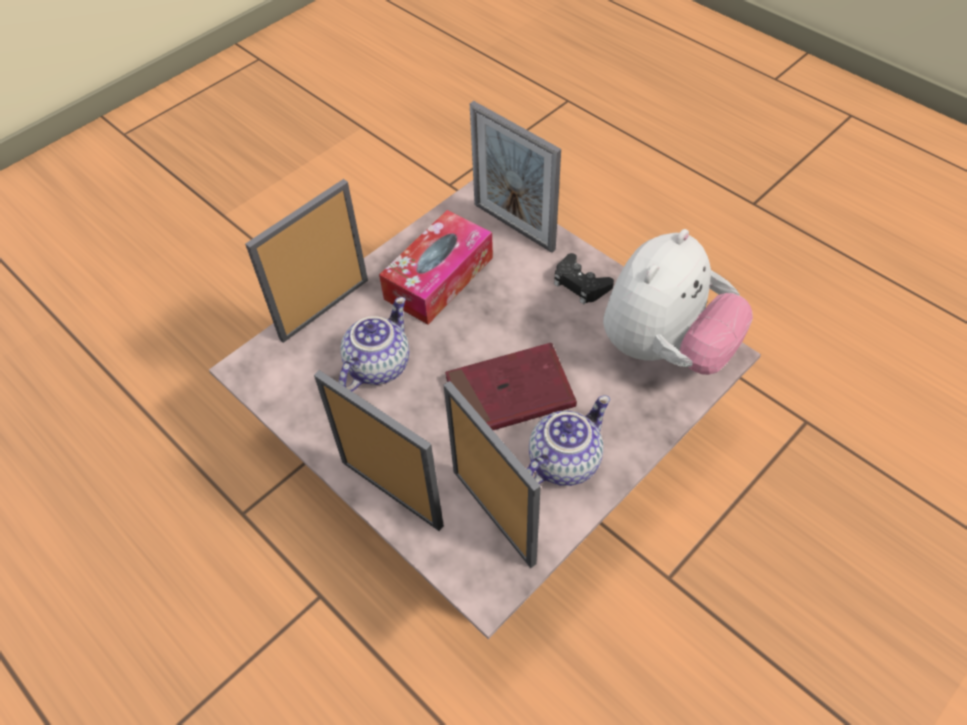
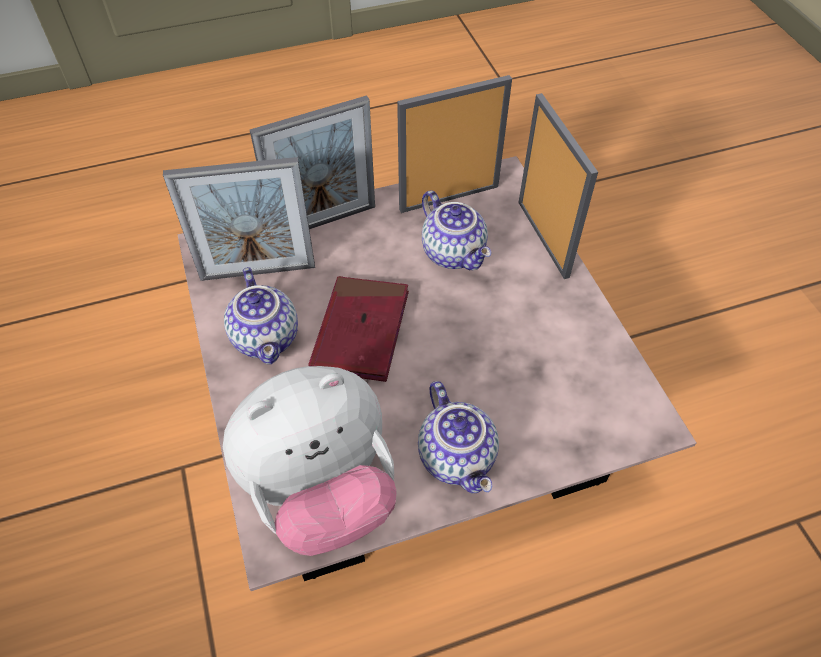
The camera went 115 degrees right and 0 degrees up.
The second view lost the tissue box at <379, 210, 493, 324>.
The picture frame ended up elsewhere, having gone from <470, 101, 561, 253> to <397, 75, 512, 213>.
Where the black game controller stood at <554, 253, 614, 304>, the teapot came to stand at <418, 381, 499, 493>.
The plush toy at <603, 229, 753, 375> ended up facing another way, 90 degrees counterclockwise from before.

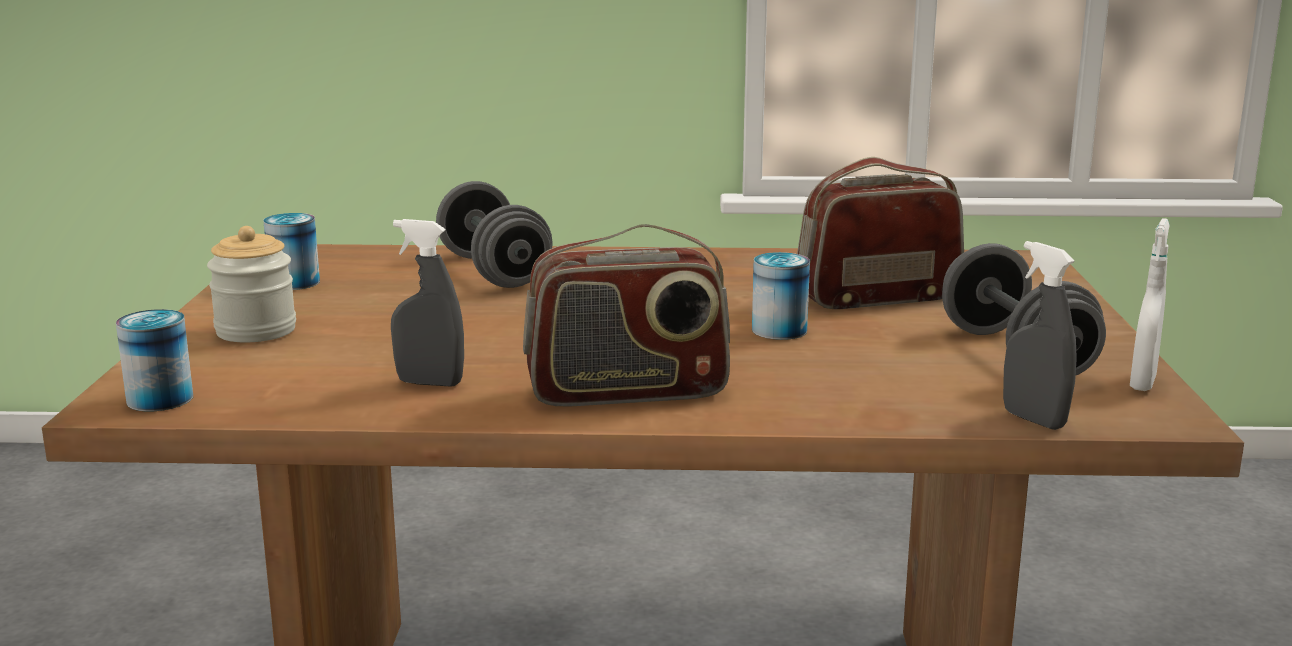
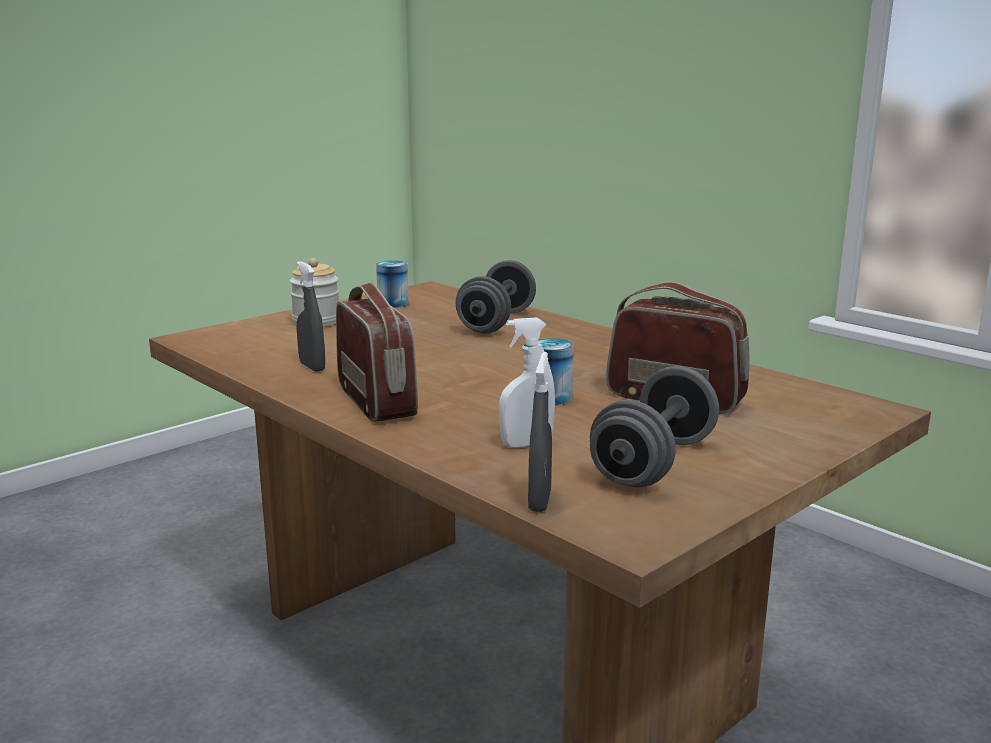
The camera went 45 degrees right and 0 degrees up.
The second view lost the can at <116, 309, 193, 411>.
The white spray bottle ended up elsewhere, having gone from <1130, 218, 1170, 391> to <499, 317, 555, 448>.
The radio at <523, 224, 730, 407> ended up facing another way, 150 degrees counterclockwise from before.

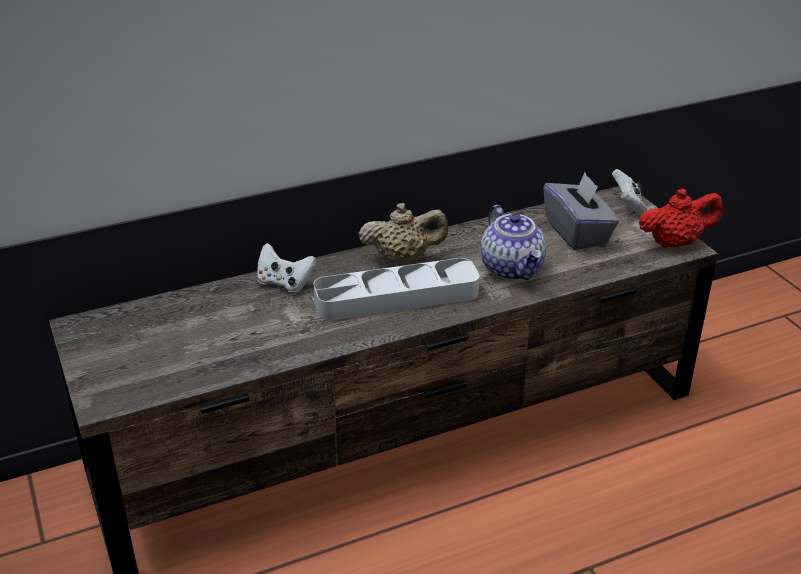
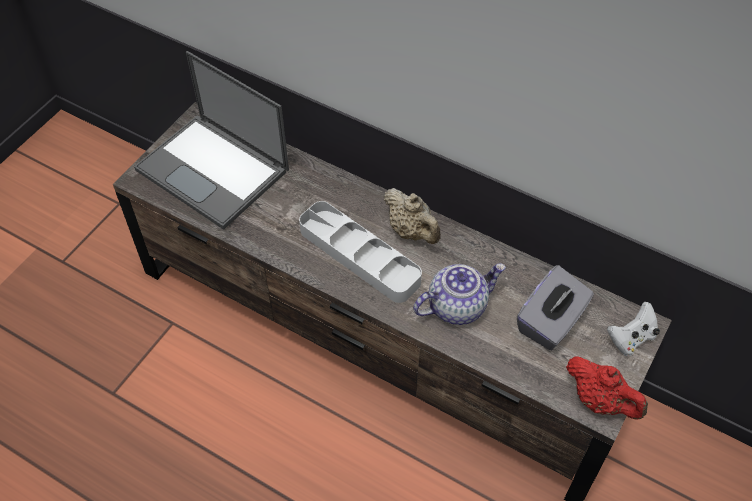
The camera went 55 degrees right and 20 degrees up.
The second view lost the white game controller at <257, 243, 316, 293>.
The second view gained the laptop at <134, 51, 289, 230>.
The teapot at <481, 205, 546, 280> ended up facing another way, 150 degrees counterclockwise from before.

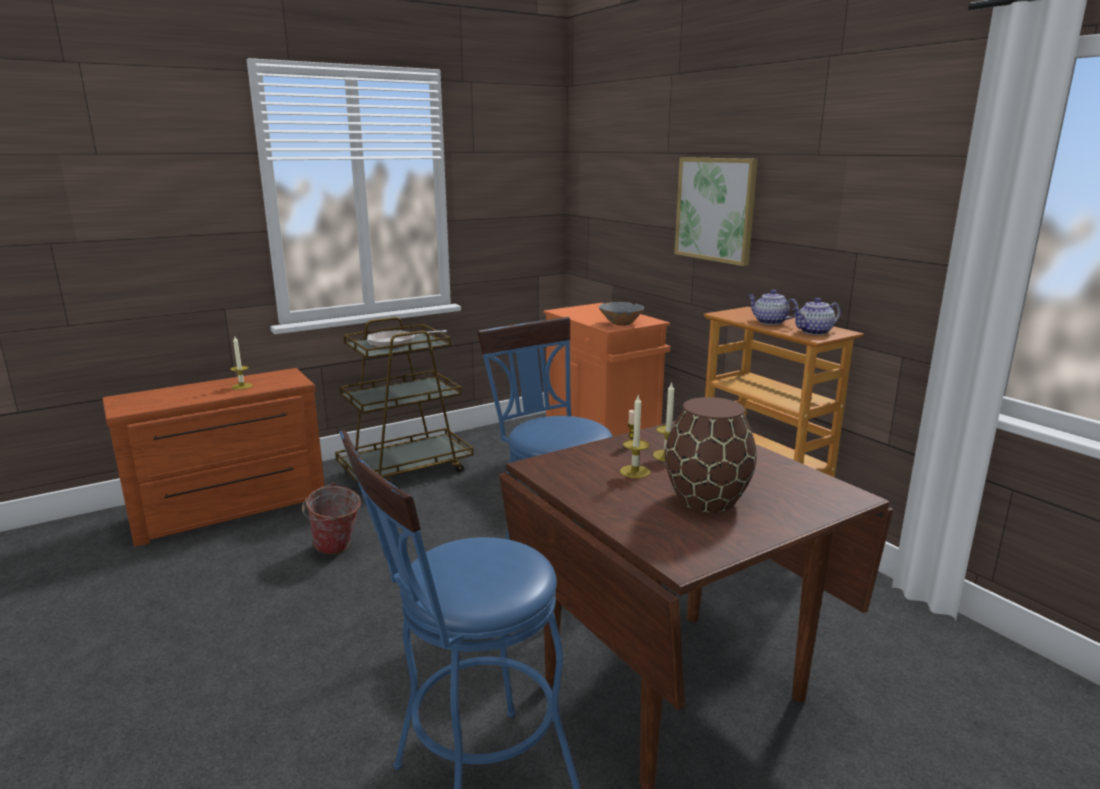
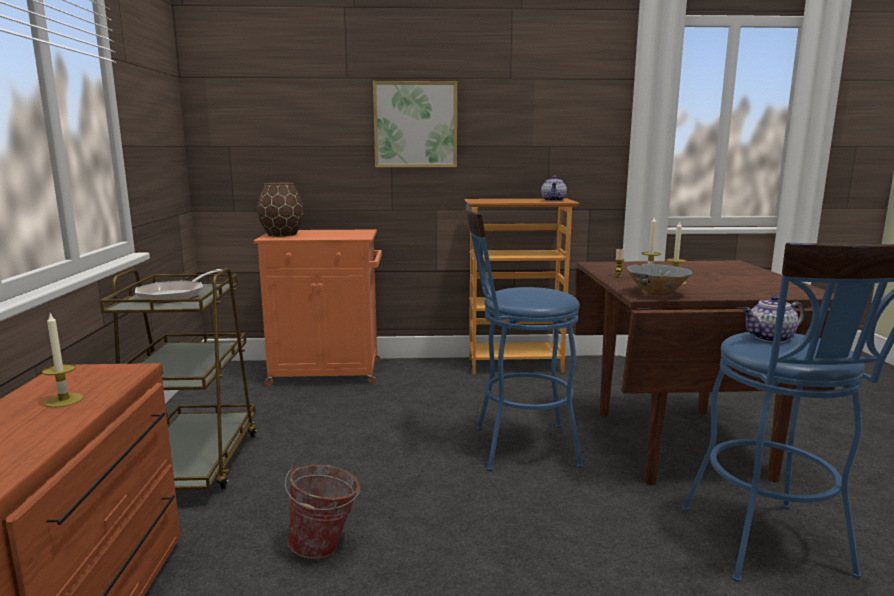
The camera went 60 degrees left and 5 degrees down.
The grey bowl ended up elsewhere, having gone from <599, 302, 644, 326> to <627, 264, 692, 296>.
The brown vase ended up elsewhere, having gone from <665, 397, 757, 513> to <257, 183, 304, 237>.
The teapot ended up elsewhere, having gone from <748, 290, 799, 325> to <742, 295, 805, 343>.

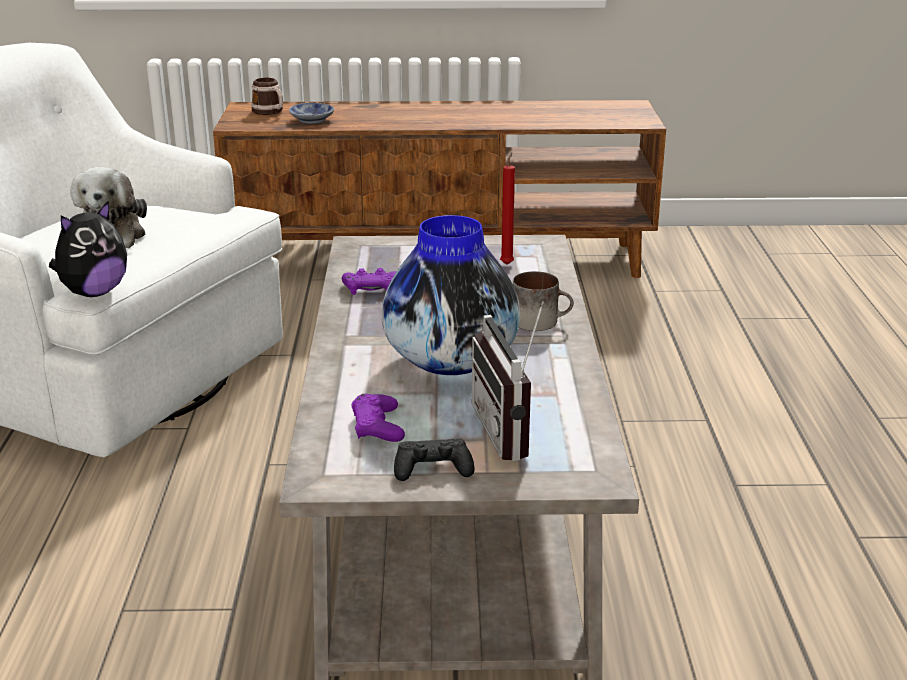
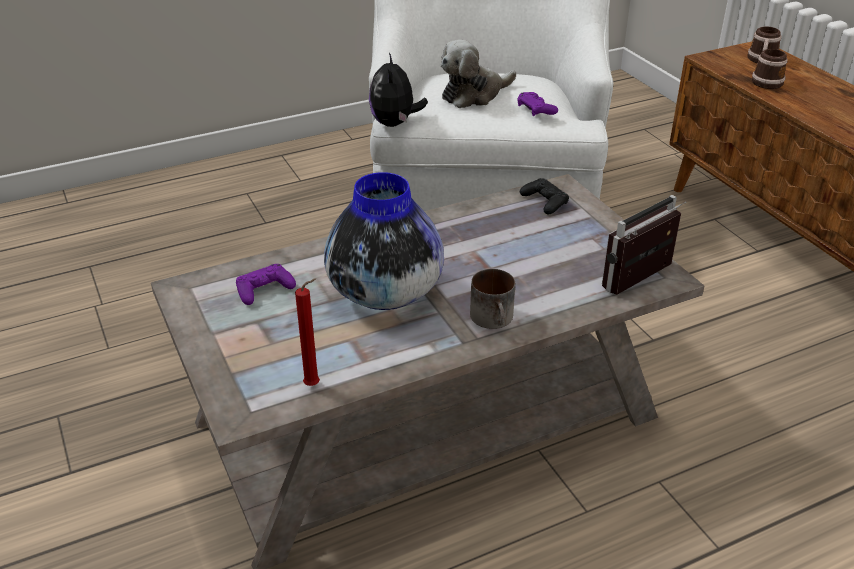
The camera went 65 degrees right and 10 degrees up.
The purple game controller ended up elsewhere, having gone from <342, 268, 396, 295> to <517, 92, 558, 116>.
The black game controller ended up elsewhere, having gone from <394, 438, 475, 481> to <520, 178, 569, 215>.
The radio ended up elsewhere, having gone from <472, 301, 544, 461> to <602, 195, 687, 295>.
The red candle ended up elsewhere, having gone from <500, 152, 515, 265> to <295, 278, 320, 386>.
Where the bowl stood at <289, 103, 334, 124>, the mug came to stand at <752, 49, 788, 89>.
The plush toy at <49, 200, 127, 297> ended up facing another way, 75 degrees clockwise from before.

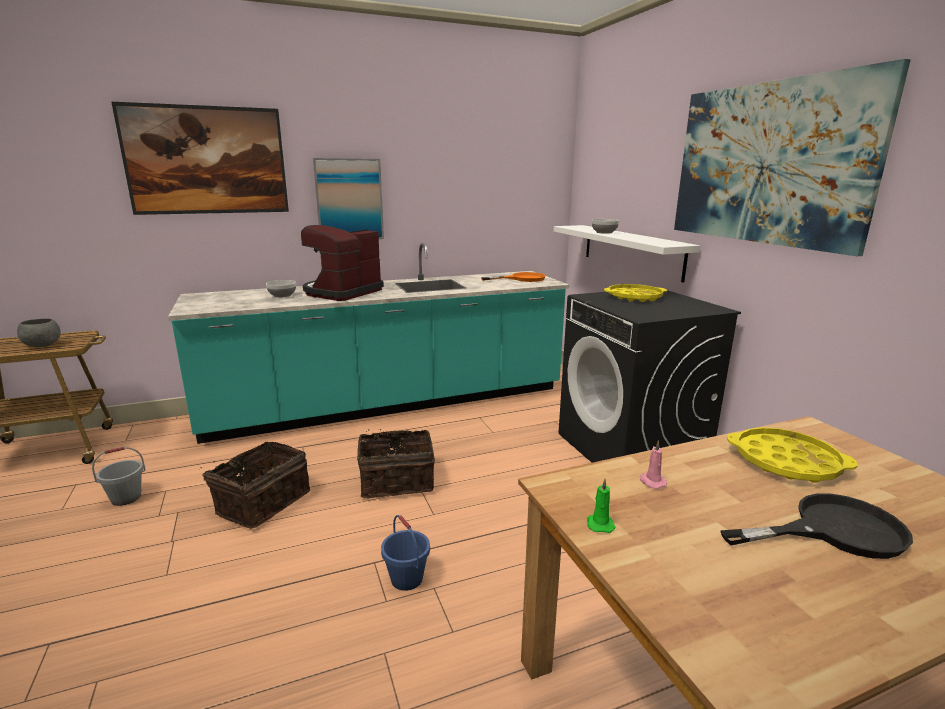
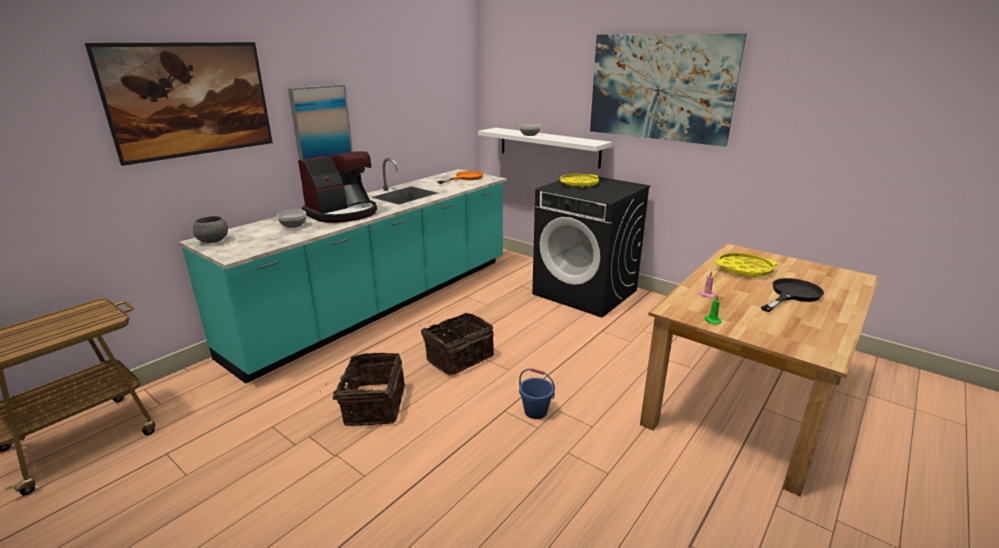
The camera went 30 degrees left and 5 degrees up.
The second view lost the grey bucket at <92, 447, 146, 506>.
The grey bowl ended up elsewhere, having gone from <17, 318, 61, 347> to <193, 216, 228, 243>.
The coffee machine at <301, 225, 384, 301> ended up facing another way, 135 degrees counterclockwise from before.

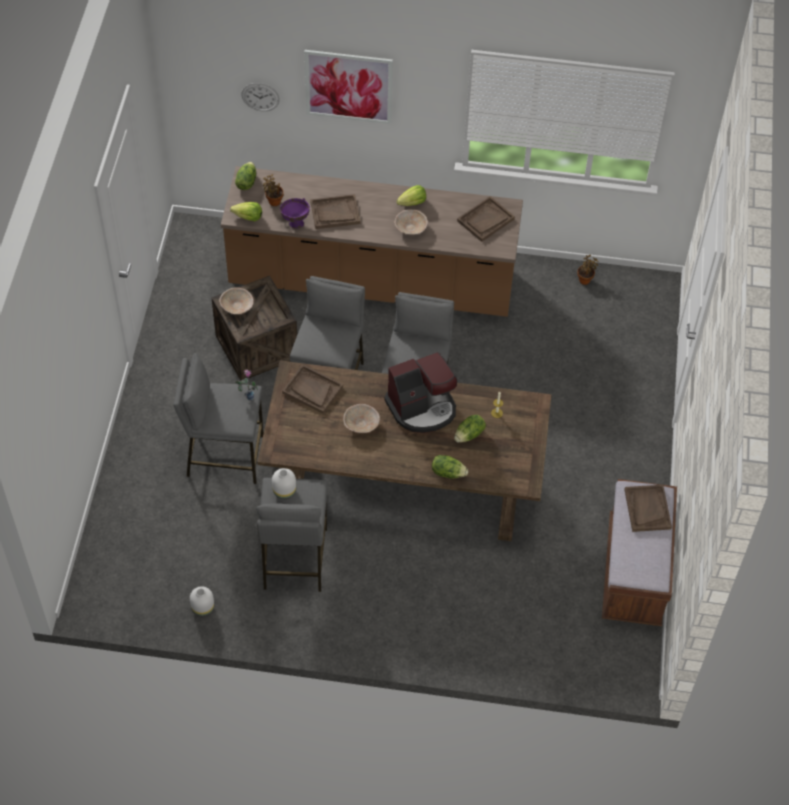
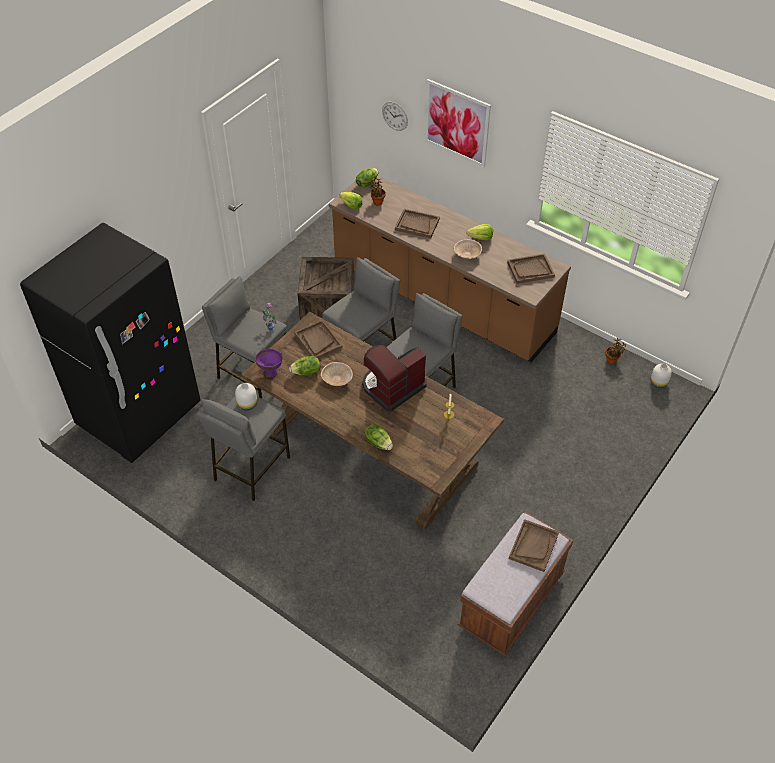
The camera went 30 degrees right and 5 degrees down.
The second view lost the beige bowl at <219, 287, 254, 314>.
The second view gained the black fridge at <20, 223, 201, 463>.
The white vase ended up elsewhere, having gone from <190, 586, 214, 616> to <651, 364, 672, 388>.
The purple bowl ended up elsewhere, having gone from <280, 198, 310, 229> to <255, 349, 283, 377>.
The lettuce ended up elsewhere, having gone from <454, 415, 486, 443> to <289, 356, 321, 375>.
The coffee machine at <384, 352, 457, 433> ended up facing another way, 135 degrees clockwise from before.

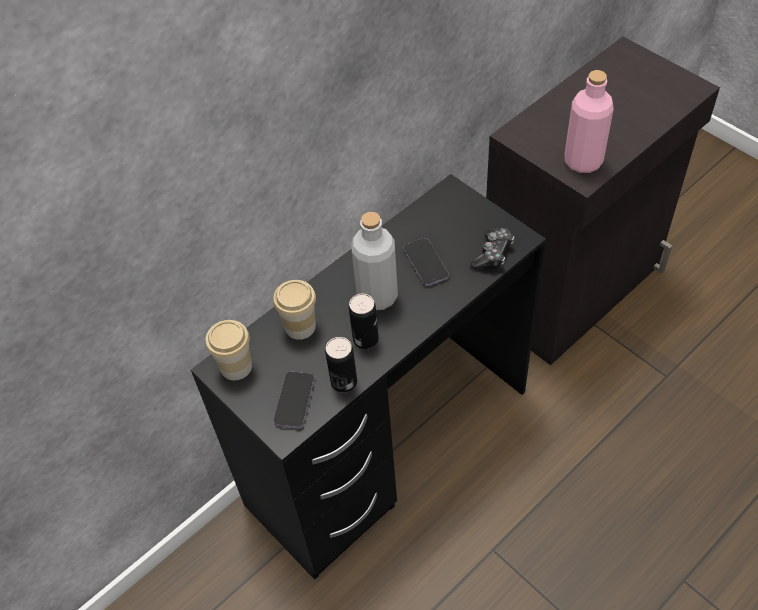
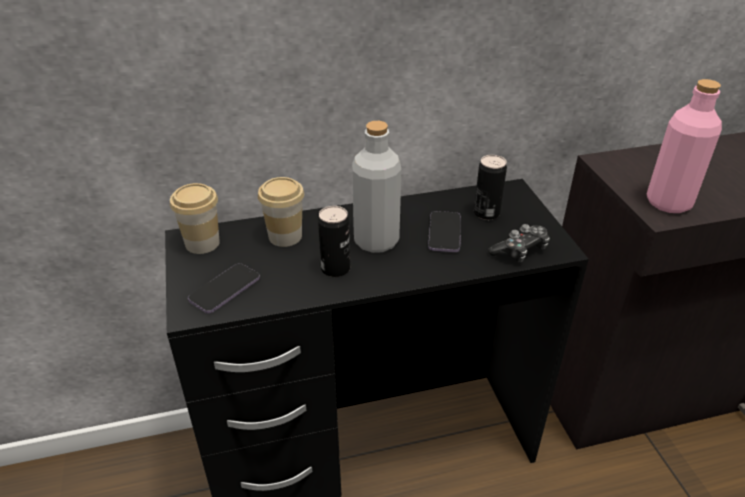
The camera went 25 degrees right and 15 degrees down.
The can ended up elsewhere, having gone from <325, 337, 357, 393> to <474, 155, 507, 220>.

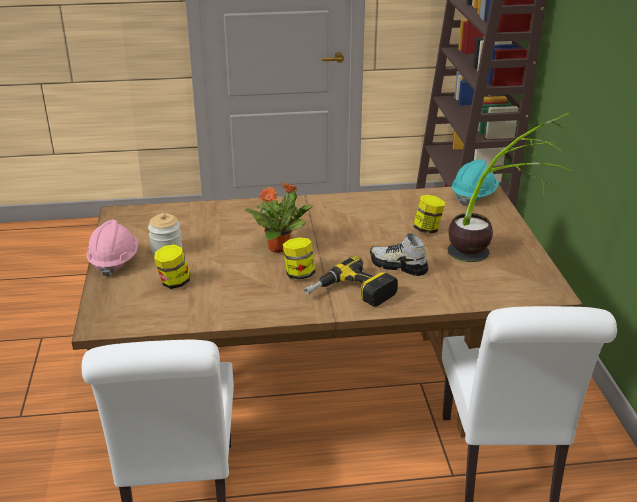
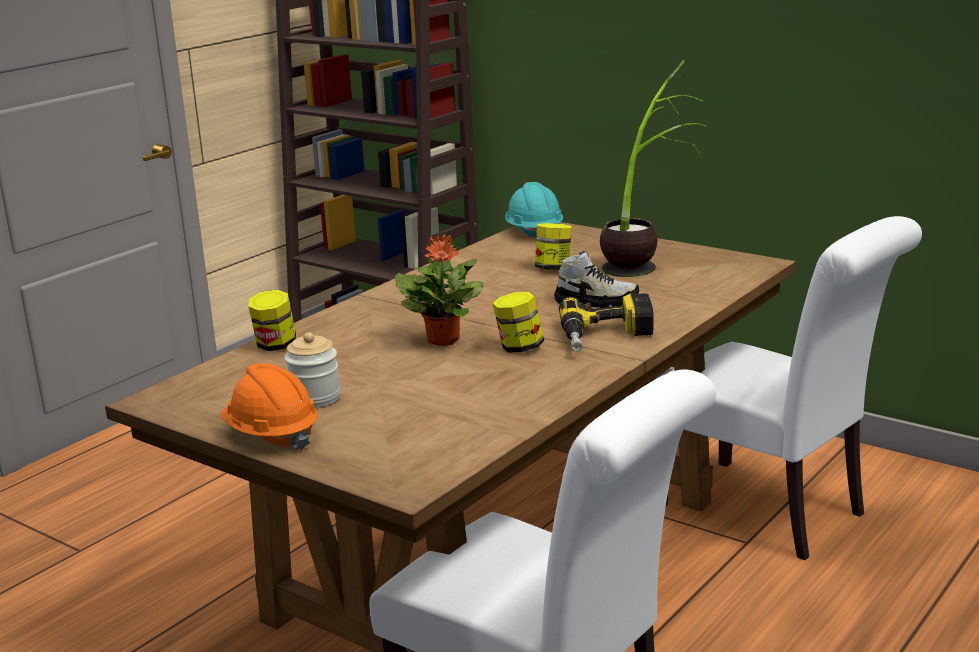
The camera went 45 degrees left and 10 degrees down.
The jar ended up elsewhere, having gone from <154, 244, 190, 289> to <248, 290, 296, 351>.
What was the pink hard hat at <87, 219, 138, 277> turned into the orange hard hat at <220, 363, 317, 450>.
The shoe at <370, 233, 428, 276> ended up facing another way, 150 degrees counterclockwise from before.

